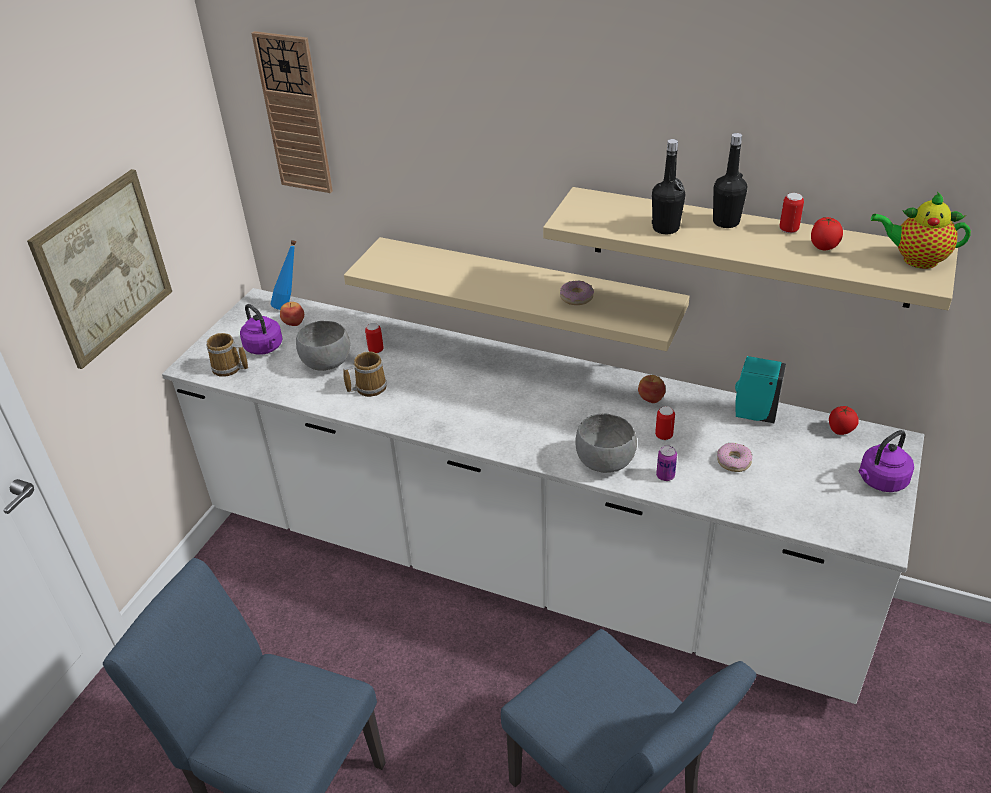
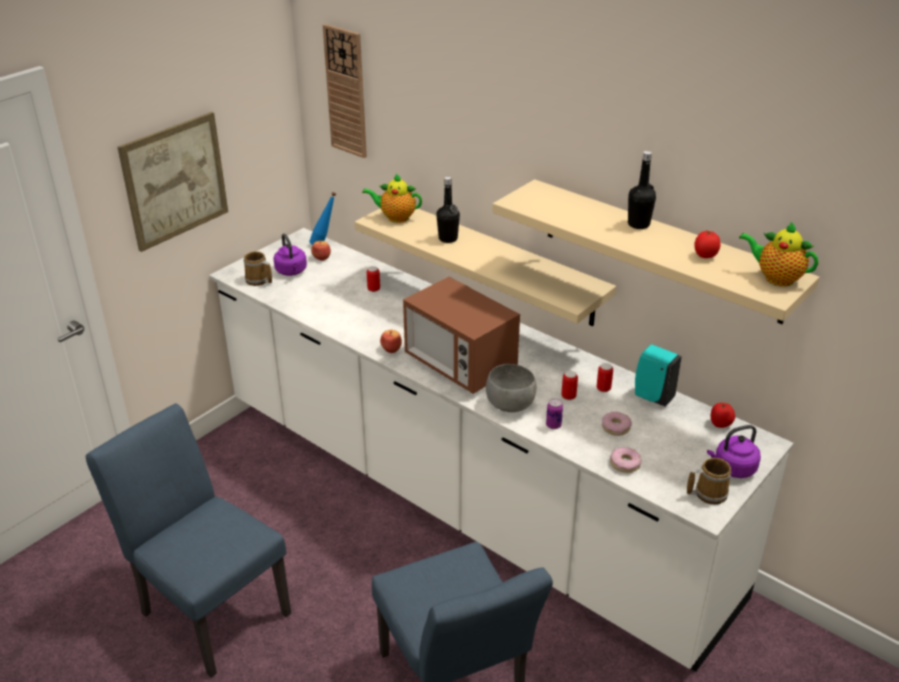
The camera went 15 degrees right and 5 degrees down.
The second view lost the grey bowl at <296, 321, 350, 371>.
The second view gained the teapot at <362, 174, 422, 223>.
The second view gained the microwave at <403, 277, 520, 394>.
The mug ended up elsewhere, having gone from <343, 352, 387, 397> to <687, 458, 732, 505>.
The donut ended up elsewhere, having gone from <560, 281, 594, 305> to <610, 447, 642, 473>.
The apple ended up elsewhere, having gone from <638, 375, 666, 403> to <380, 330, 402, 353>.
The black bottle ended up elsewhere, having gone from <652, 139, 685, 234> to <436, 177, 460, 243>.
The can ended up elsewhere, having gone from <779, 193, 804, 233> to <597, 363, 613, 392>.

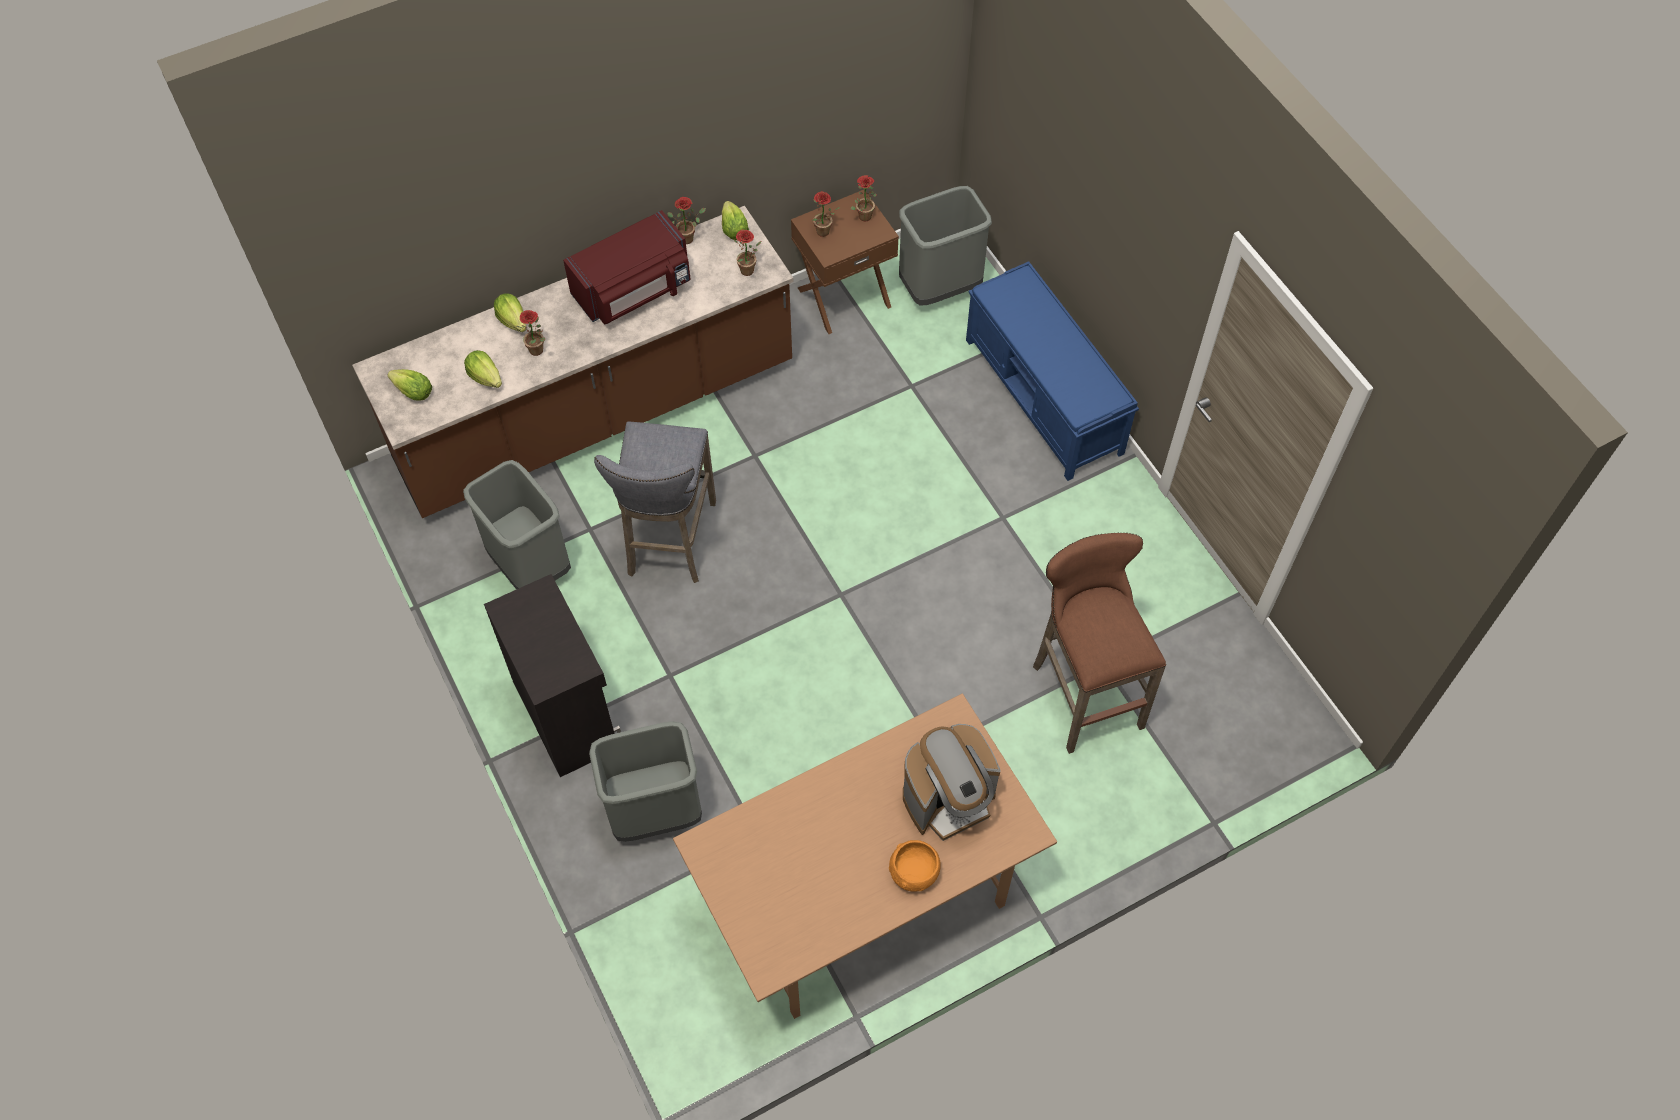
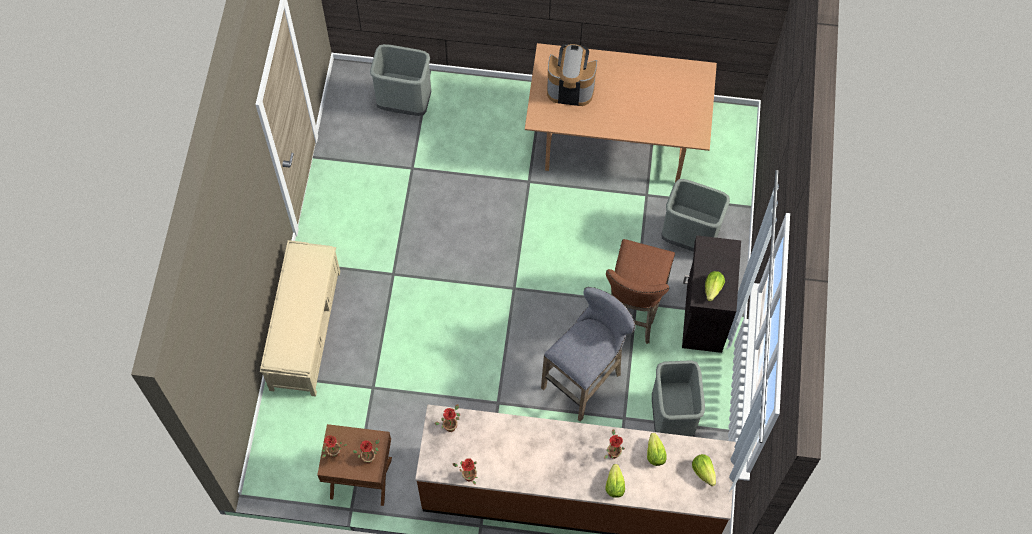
The camera went 145 degrees left and 5 degrees up.
The second view lost the red microwave at <563, 210, 691, 325>.
The second view lost the orange bowl at <889, 840, 941, 892>.
The lettuce ended up elsewhere, having gone from <722, 201, 749, 240> to <705, 271, 725, 301>.
The grey trash can ended up elsewhere, having gone from <899, 186, 992, 305> to <370, 44, 431, 116>.
The brown stool ended up elsewhere, having gone from <1033, 533, 1166, 754> to <606, 239, 675, 344>.
What was the blue bench at <966, 261, 1139, 481> turned into the beige bench at <260, 240, 340, 397>.

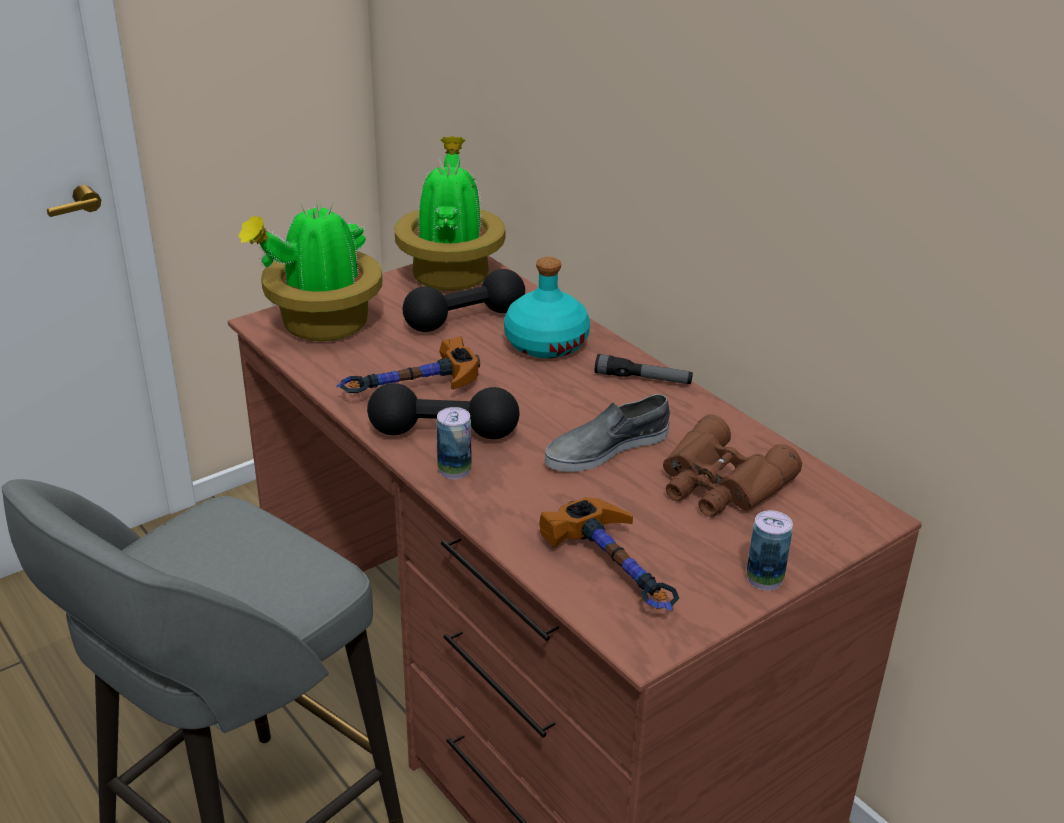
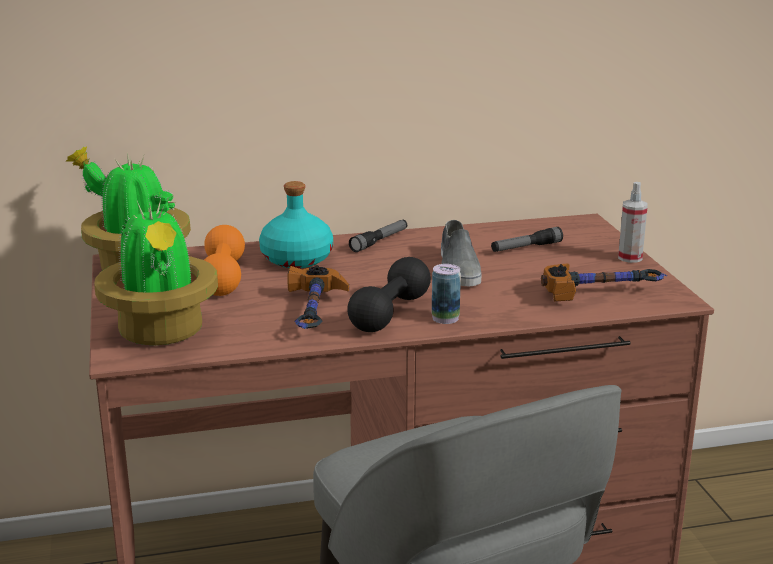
The camera went 65 degrees left and 10 degrees down.
Where the brown binoculars stood at <663, 414, 802, 517>, the flashlight came to stand at <491, 227, 563, 252>.
Where the can stood at <747, 510, 793, 590>, the spray bottle came to stand at <618, 182, 648, 263>.
What was the black dumbbell at <403, 269, 525, 332> turned into the orange dumbbell at <204, 225, 245, 296>.

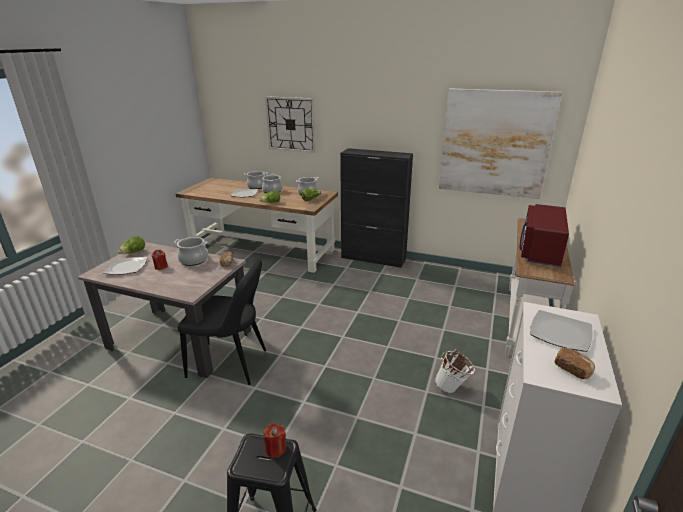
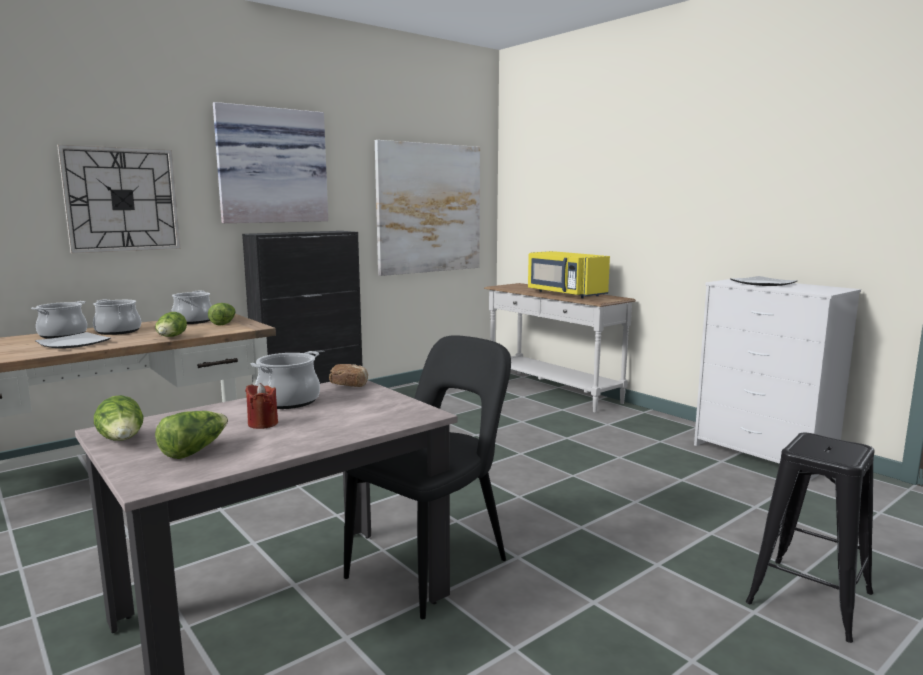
The camera went 60 degrees left and 15 degrees down.
The second view lost the red candle at <264, 423, 286, 458>.
The second view lost the white bucket at <434, 349, 475, 394>.
The second view lost the bread at <554, 348, 595, 379>.
The second view gained the picture at <213, 102, 328, 223>.
Where the plate stood at <104, 257, 147, 275>, the lettuce came to stand at <155, 411, 228, 459>.
What was the red microwave at <520, 204, 569, 267> turned into the yellow microwave at <528, 251, 610, 298>.

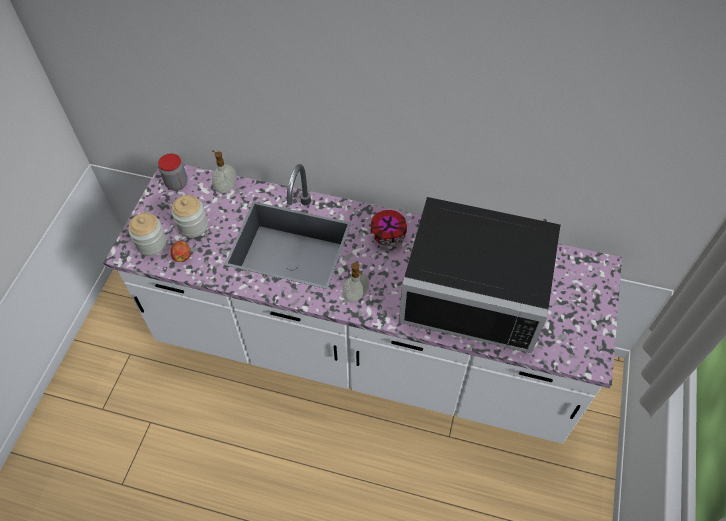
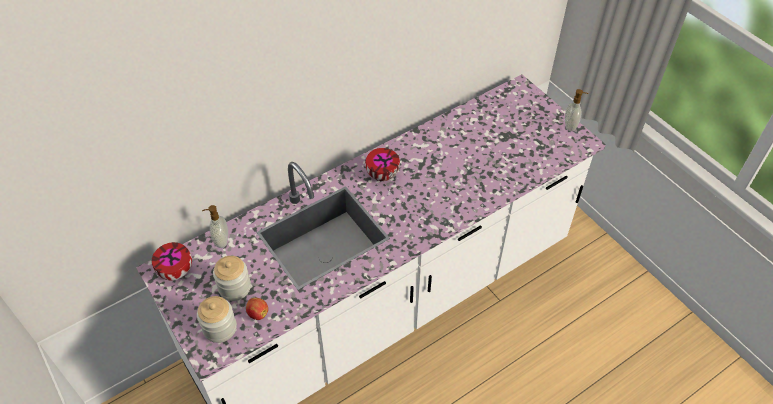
The camera went 50 degrees left and 5 degrees down.
The second view lost the black microwave at <399, 197, 561, 353>.
The soap dispenser ended up elsewhere, having gone from <342, 262, 369, 303> to <565, 89, 588, 131>.
Where the jar stood at <158, 153, 188, 191>, the bowl came to stand at <152, 242, 192, 281>.

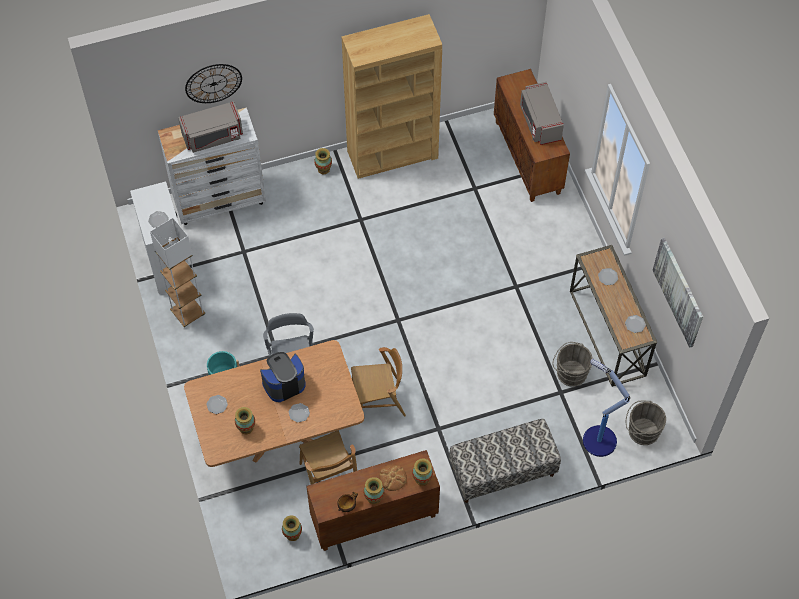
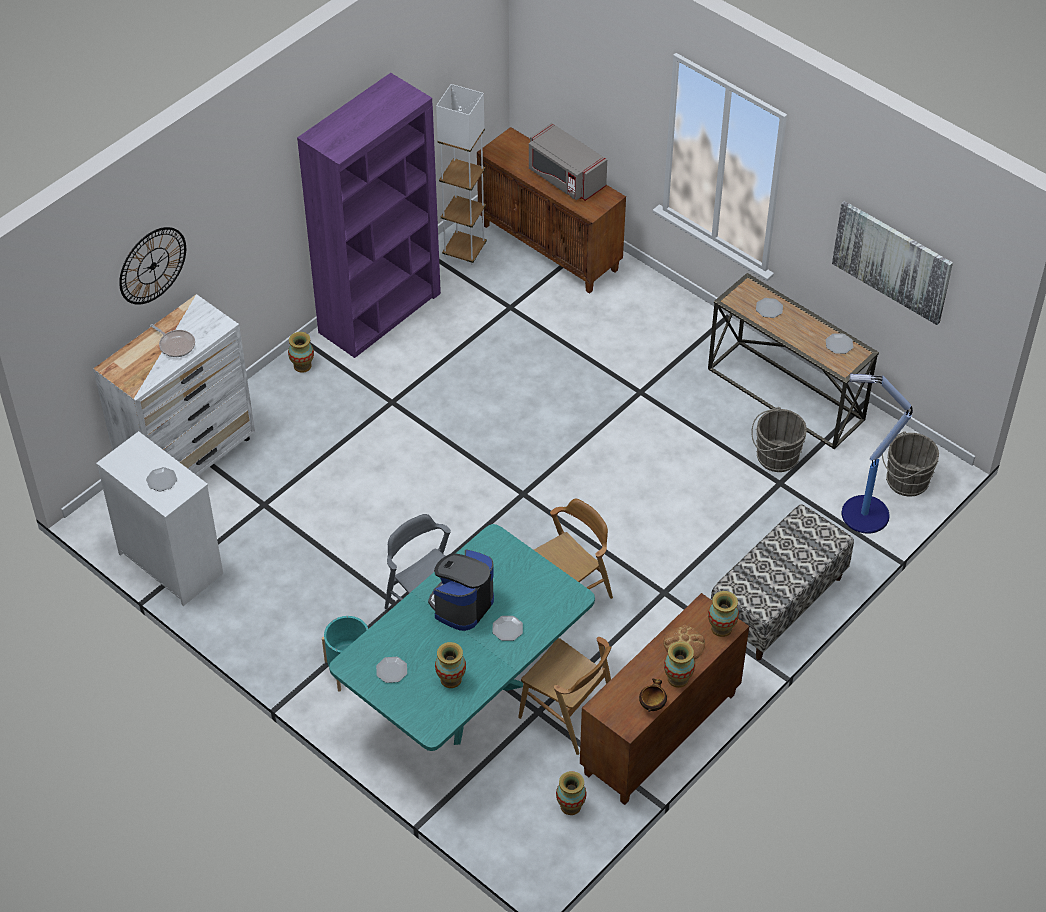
The camera went 30 degrees left and 10 degrees down.
The white floor lamp ended up elsewhere, having gone from <150, 218, 205, 327> to <436, 84, 487, 265>.
Where the grey microwave stood at <178, 101, 243, 153>, the frying pan came to stand at <150, 324, 195, 357>.
What was the brown dining table at <184, 340, 364, 467> turned into the turquoise dining table at <329, 524, 595, 751>.
What was the brown bookcase at <341, 14, 442, 179> turned into the purple bookcase at <297, 73, 441, 358>.

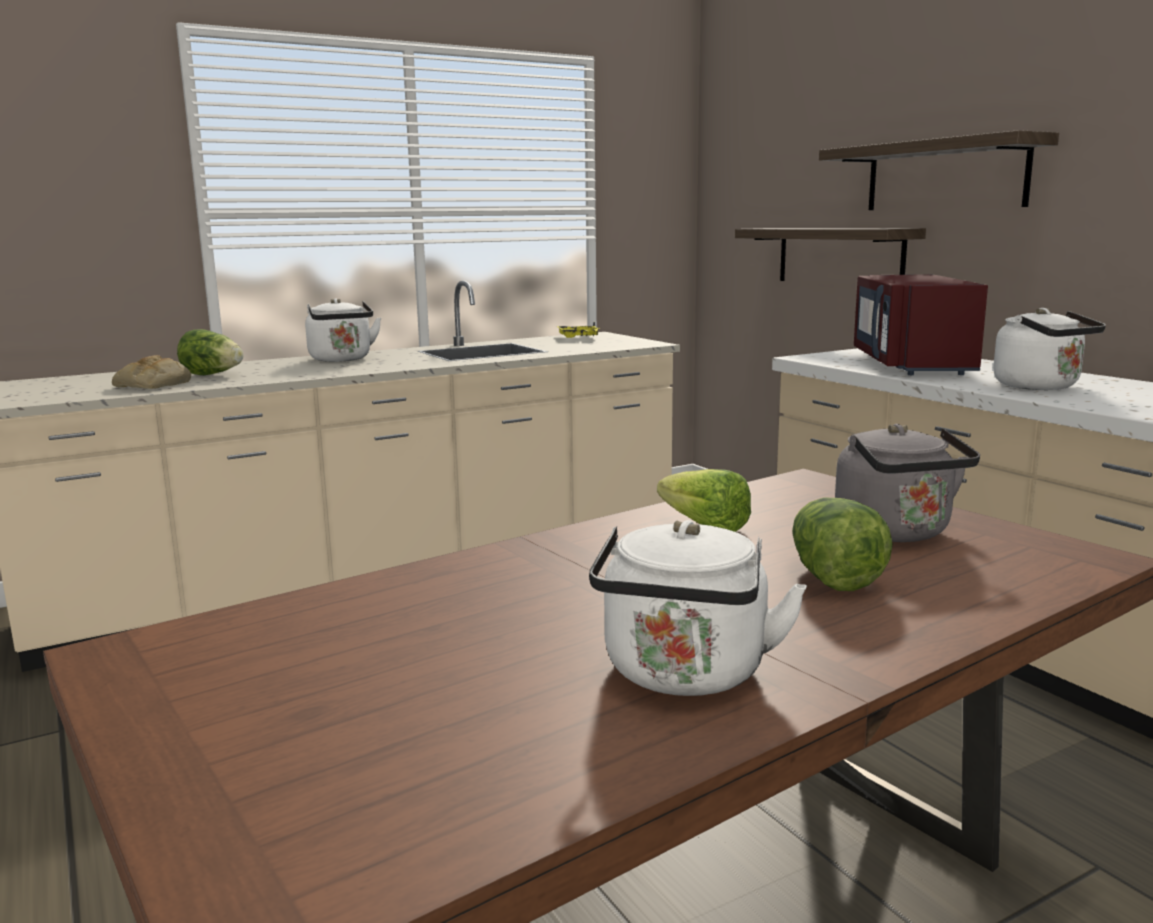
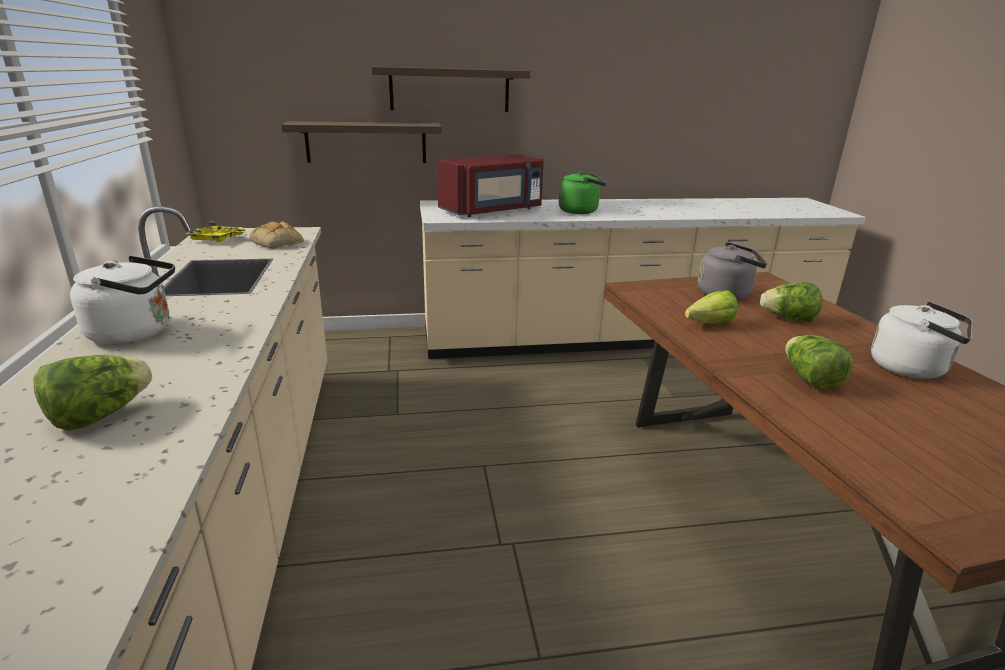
The camera went 70 degrees left and 10 degrees up.
The second view gained the lettuce at <785, 335, 853, 390>.
The bread ended up elsewhere, having gone from <112, 355, 191, 389> to <250, 221, 304, 249>.
What was the white kettle at <993, 308, 1106, 390> turned into the green kettle at <559, 171, 607, 214>.
The red microwave at <854, 274, 988, 375> ended up facing another way, 60 degrees counterclockwise from before.

